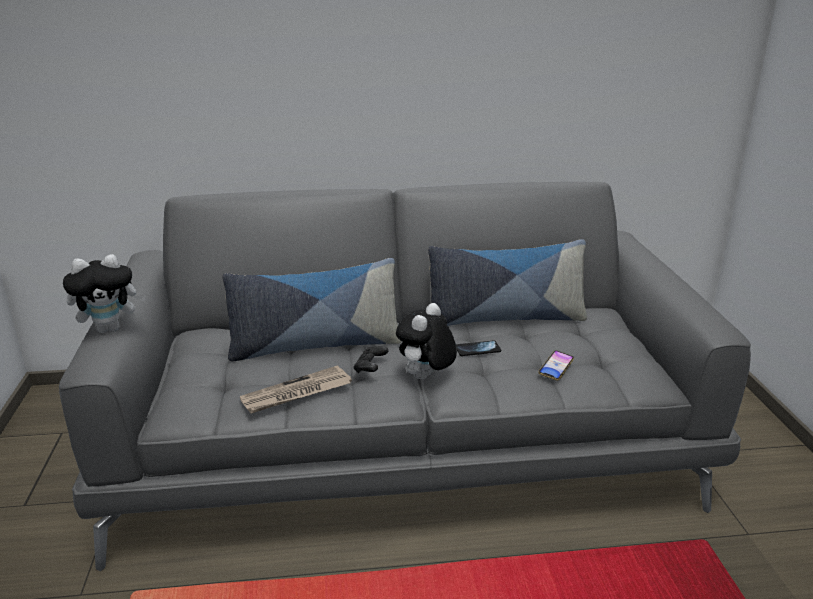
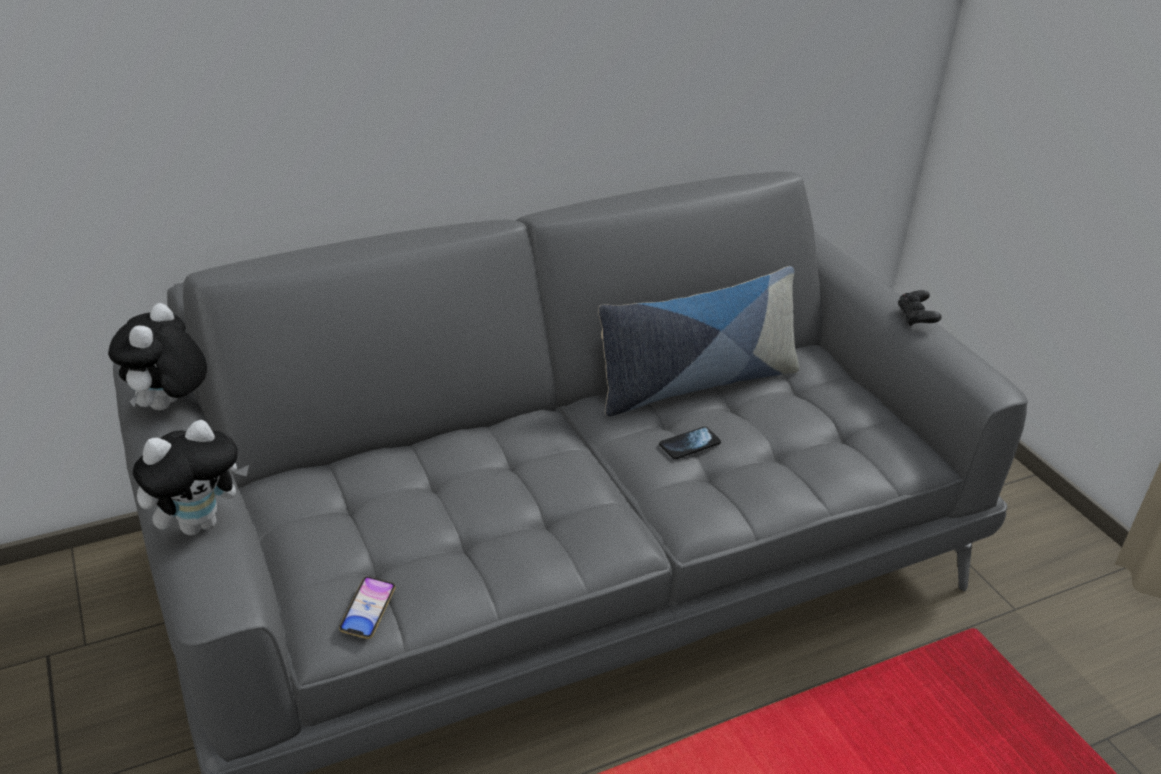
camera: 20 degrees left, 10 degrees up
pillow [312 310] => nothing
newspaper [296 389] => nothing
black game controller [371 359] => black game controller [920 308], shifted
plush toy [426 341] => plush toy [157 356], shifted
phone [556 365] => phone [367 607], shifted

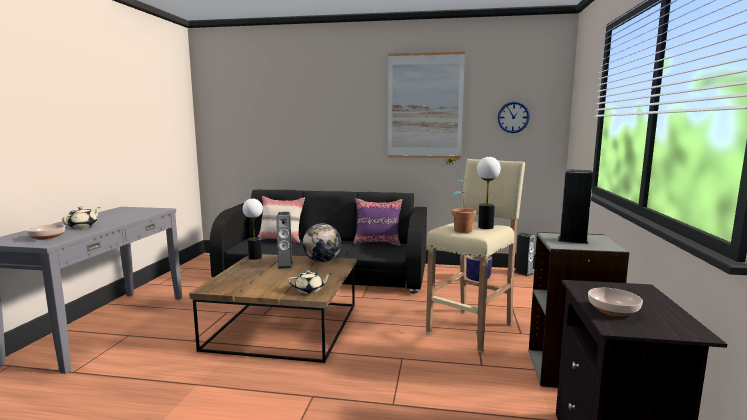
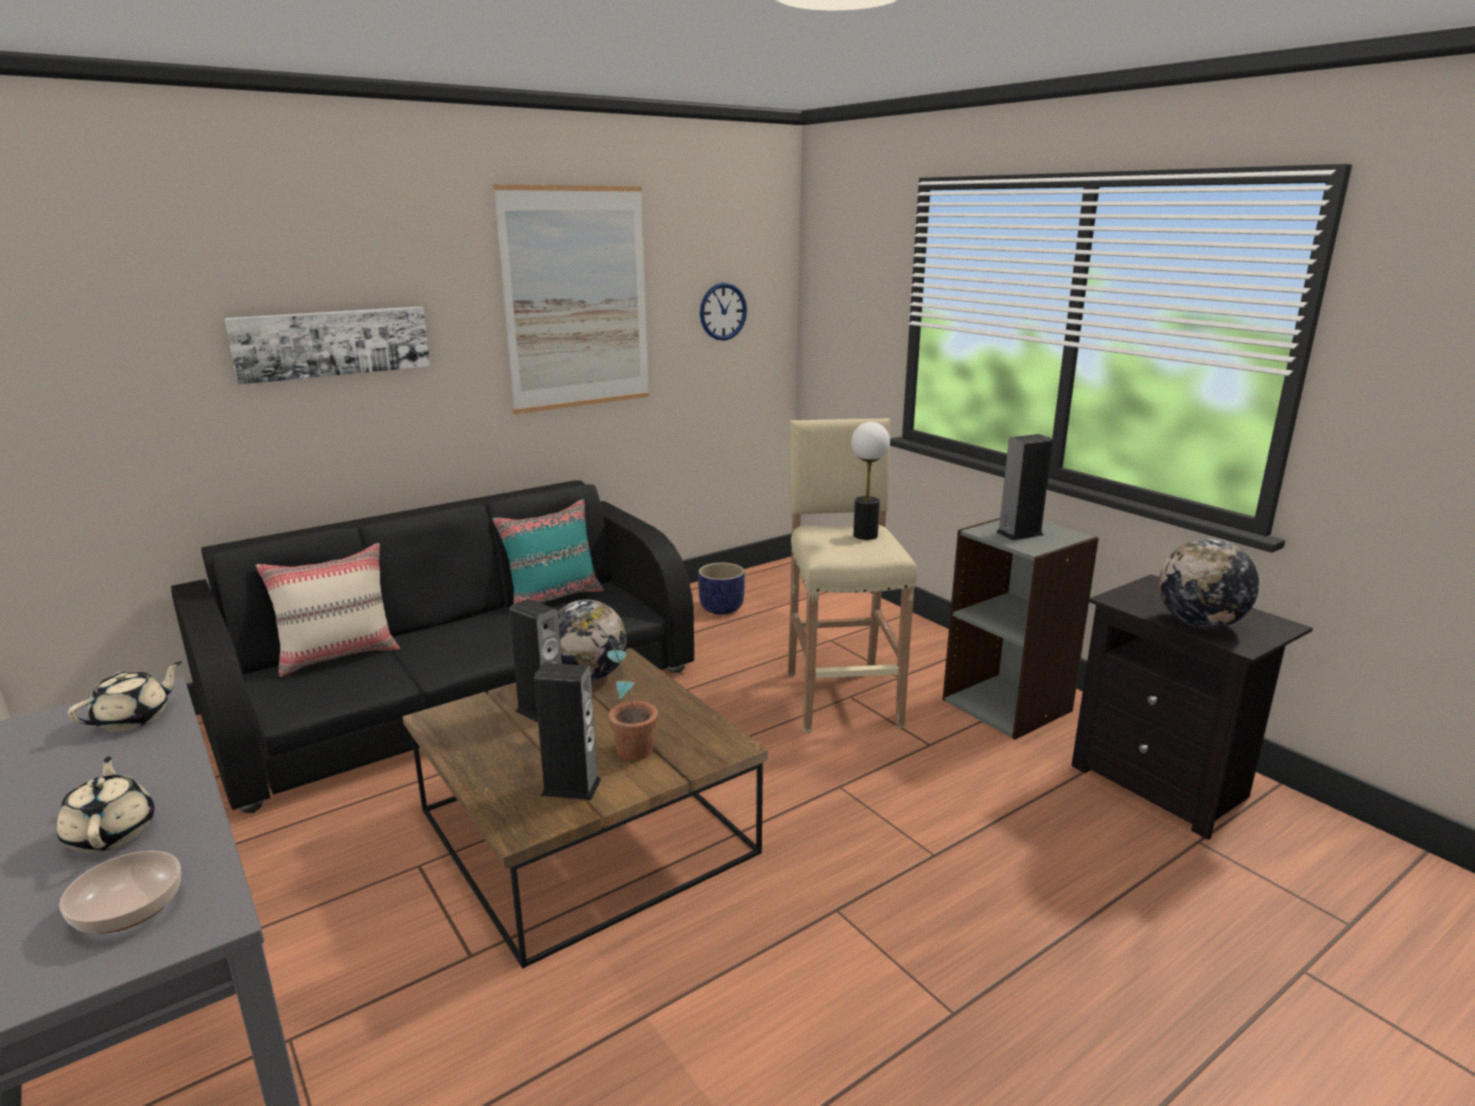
camera: 45 degrees left, 10 degrees up
table lamp [253 229] => nothing
nothing => picture [327 345]
beige teapot [310 282] => beige teapot [125 696], shifted
potted plant [460 194] => potted plant [616 684], shifted
speaker [524 254] => speaker [568 731], shifted
bowl [615 302] => globe [1209 584]
purple pillow [378 222] => turquoise pillow [548 551]

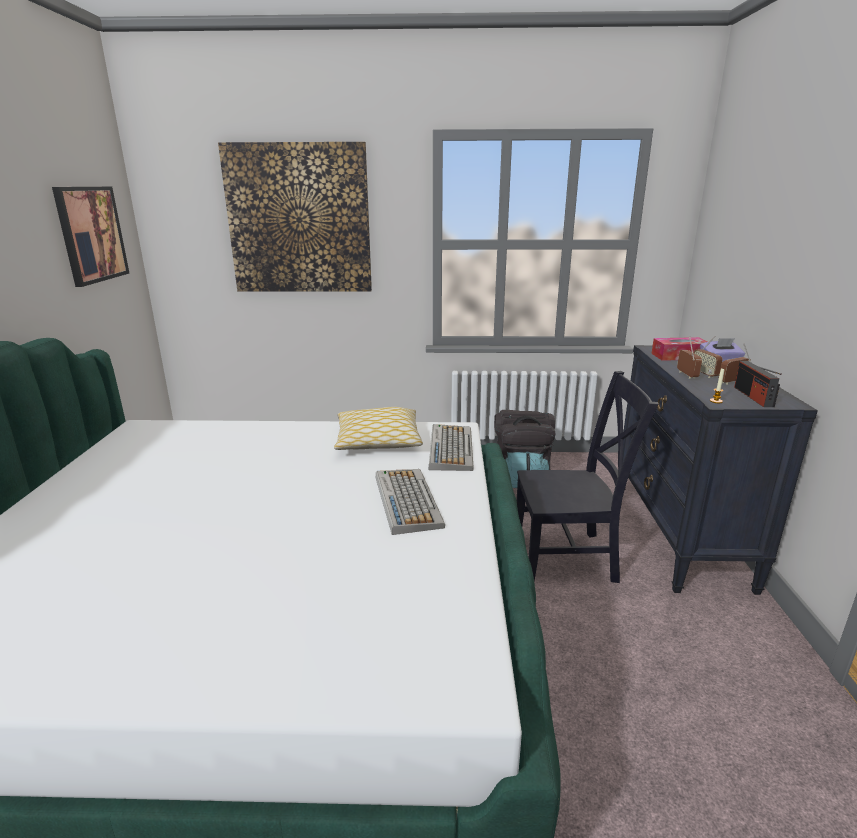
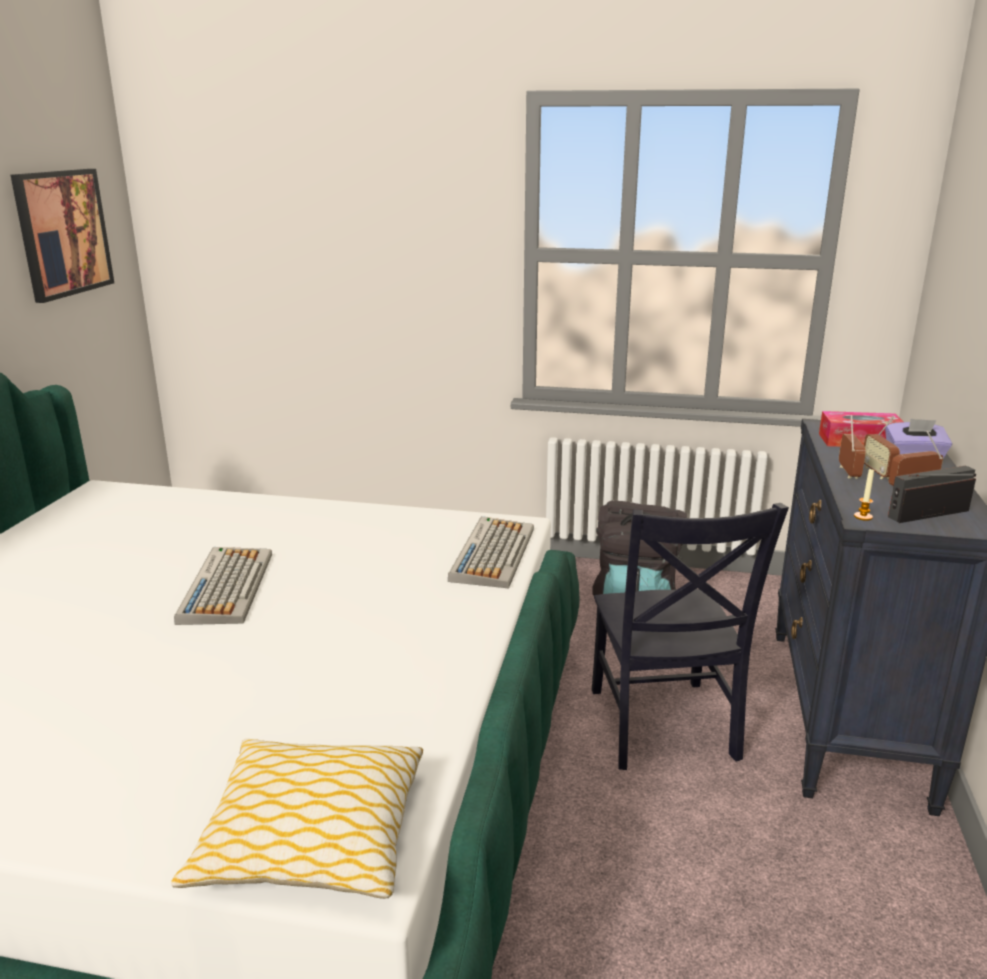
camera: 10 degrees right, 0 degrees up
picture [295 217] => nothing
pillow [378 428] => pillow [297 819], shifted
keyboard [410 502] => keyboard [223 586], shifted
black chair [587 477] => black chair [690 636], 75 degrees clockwise
radio [758 384] => radio [932 494], 60 degrees clockwise

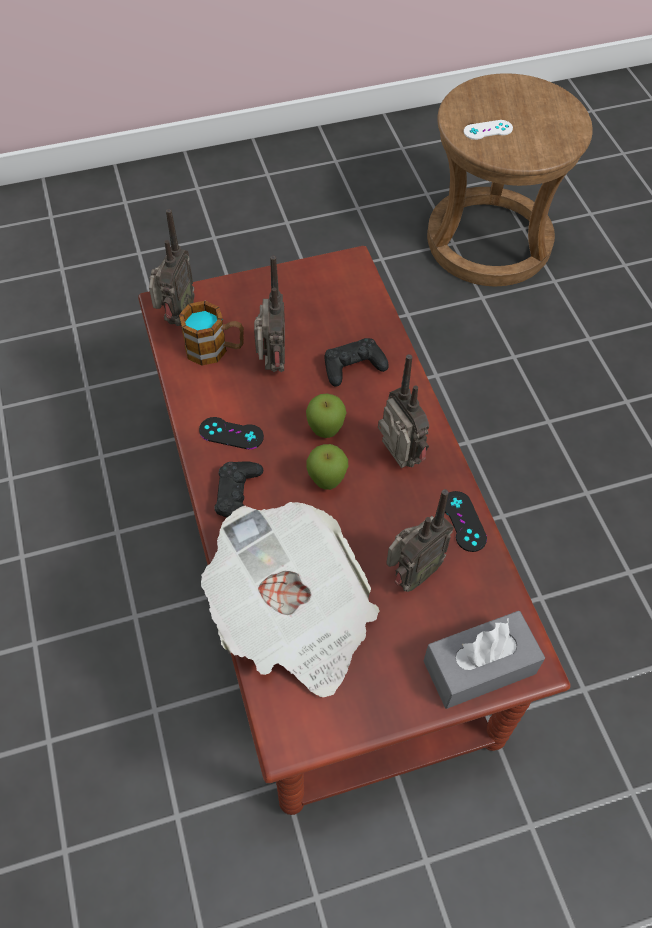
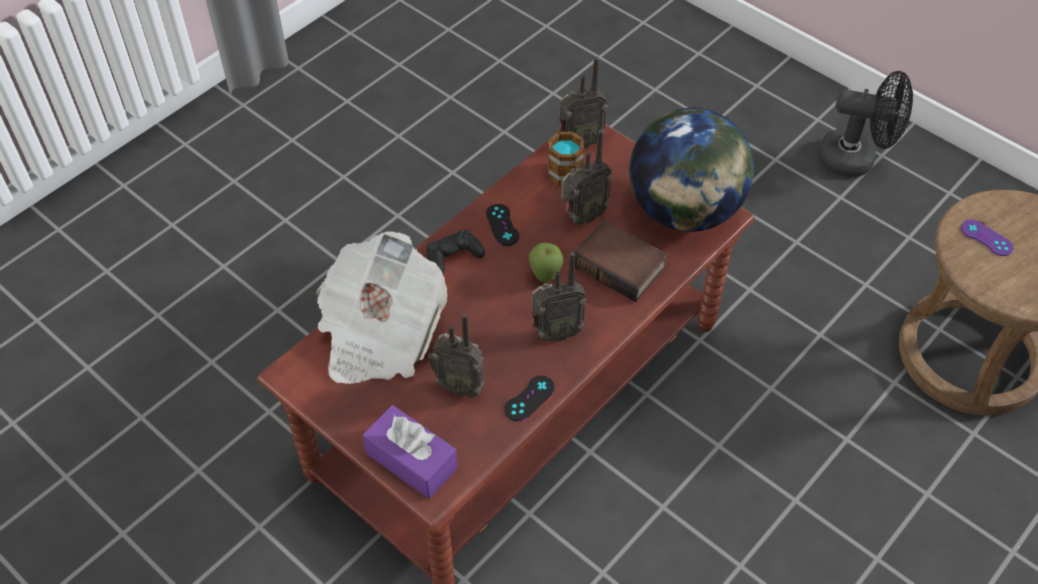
camera: 60 degrees right, 5 degrees down
apple [327 467] => nothing
nothing => globe [691 170]
nothing => black fan [865 124]
black game controller [356 362] => book [620 260]
grey tissue box [484 660] => purple tissue box [410 452]
white game controller [488 130] => purple game controller [987 238]
radio [403 411] => radio [558 297], 45 degrees clockwise

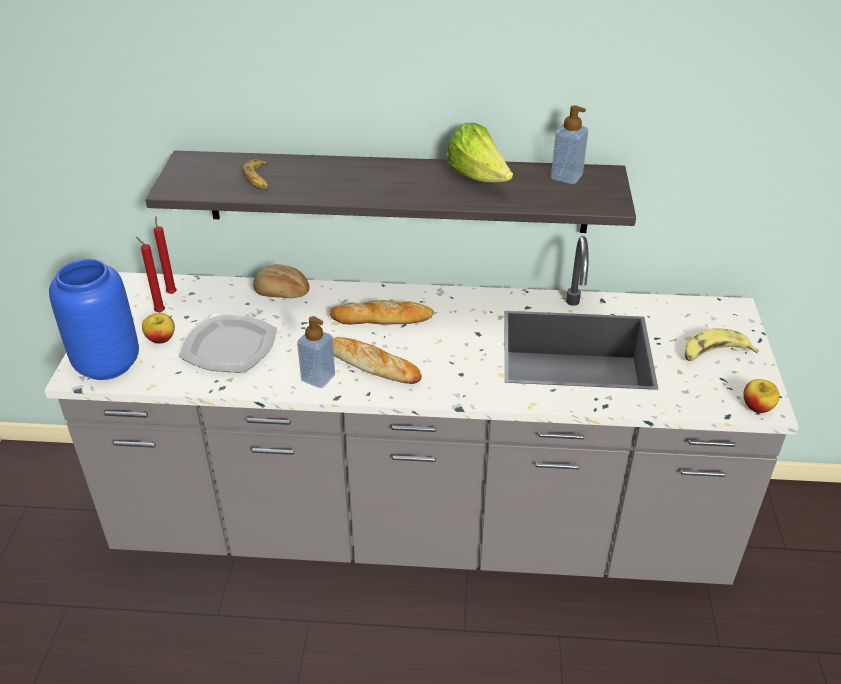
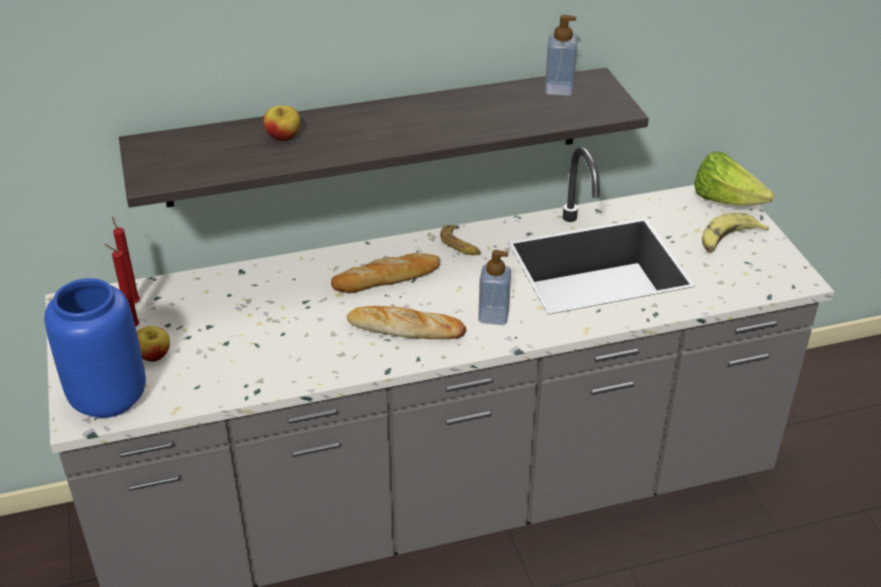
camera: 20 degrees left, 0 degrees up
plate [228 343] => nothing
bread [281 281] => nothing
banana [256 174] => banana [460 240], shifted
soap dispenser [316 352] => soap dispenser [494 287], shifted
lettuce [480 153] => lettuce [734 179], shifted
apple [761 396] => apple [281 123], shifted

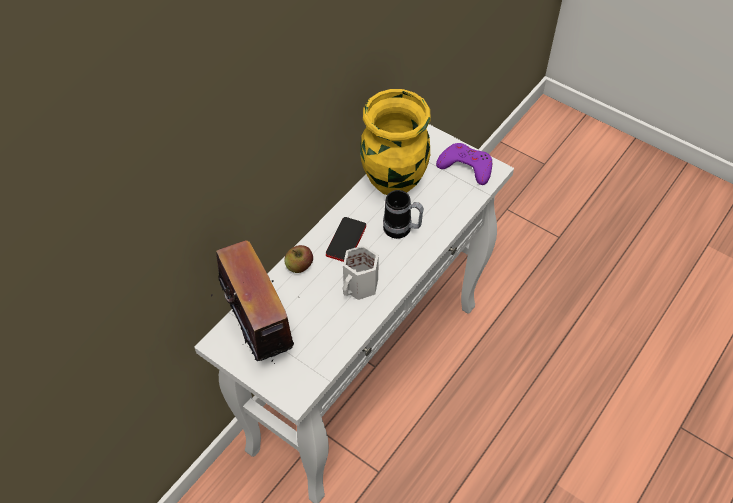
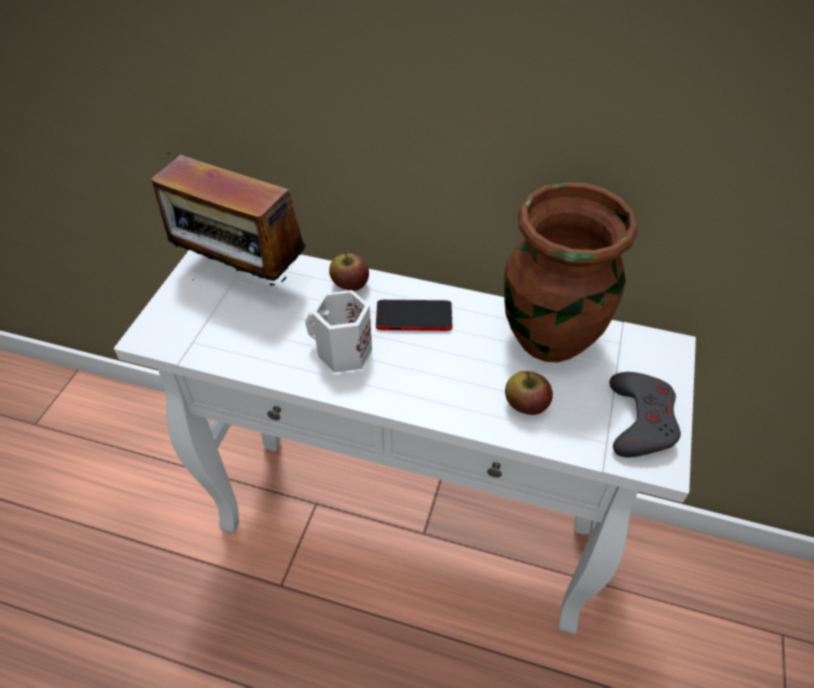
camera: 70 degrees right, 5 degrees down
mug [403 214] => nothing
nothing => apple [529 393]
yellow vase [395 142] => brown vase [571 272]
purple game controller [464 164] => grey game controller [645 415]
radio [252 302] => radio [228 220], 75 degrees clockwise

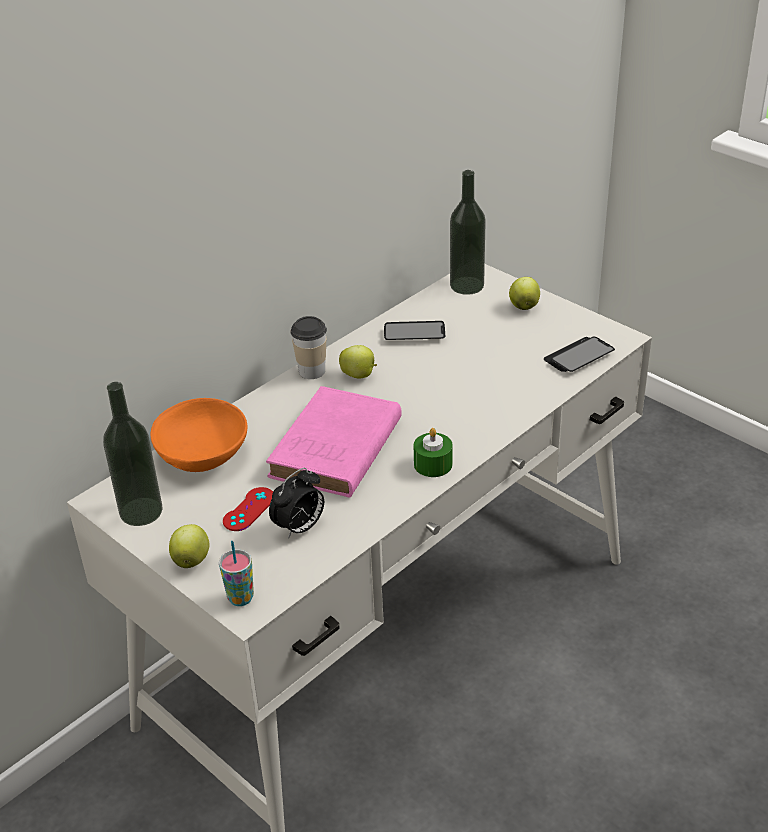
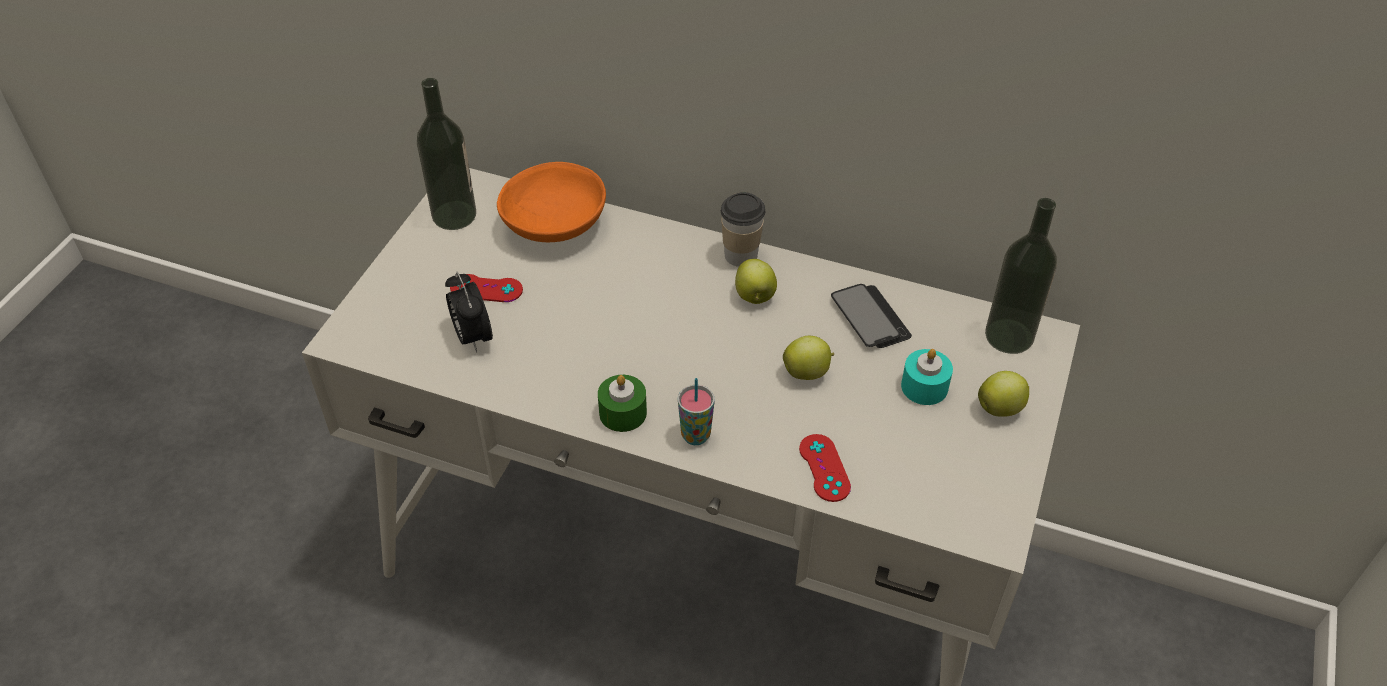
camera: 65 degrees right, 10 degrees up
pink book [334 442] => nothing
phone [579 354] => nothing
nothing => red game controller [825 468]
nothing => turquoise candle [927 377]
apple [189 546] => apple [808 358], shifted
cup [236 573] => cup [696 411], shifted
alarm clock [296 503] => alarm clock [469 312], 45 degrees clockwise

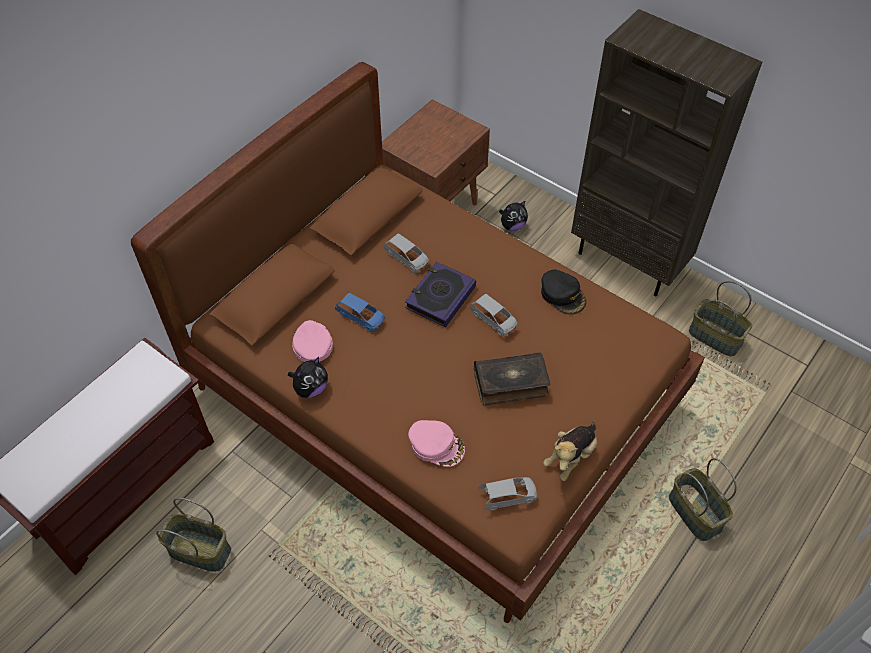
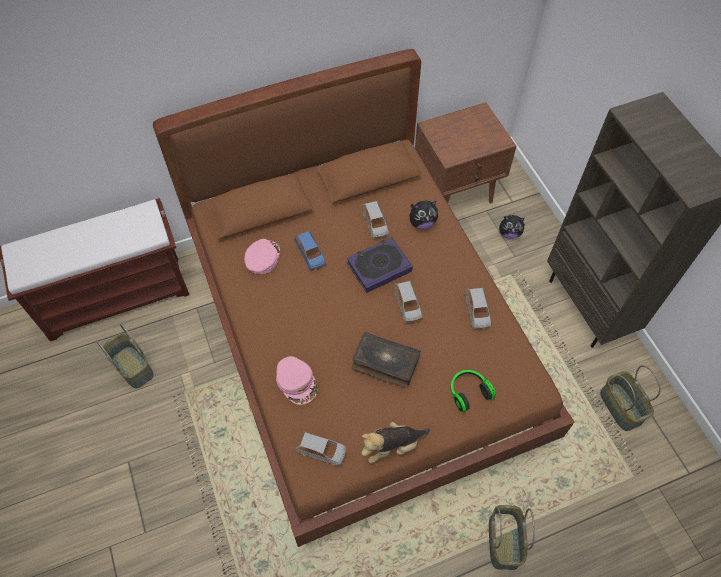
camera: 30 degrees right, 5 degrees up
nothing => headphones [473 391]
plush toy [308 377] => plush toy [424 215], shifted
black cap [563 292] => grey toy car [478 309]

